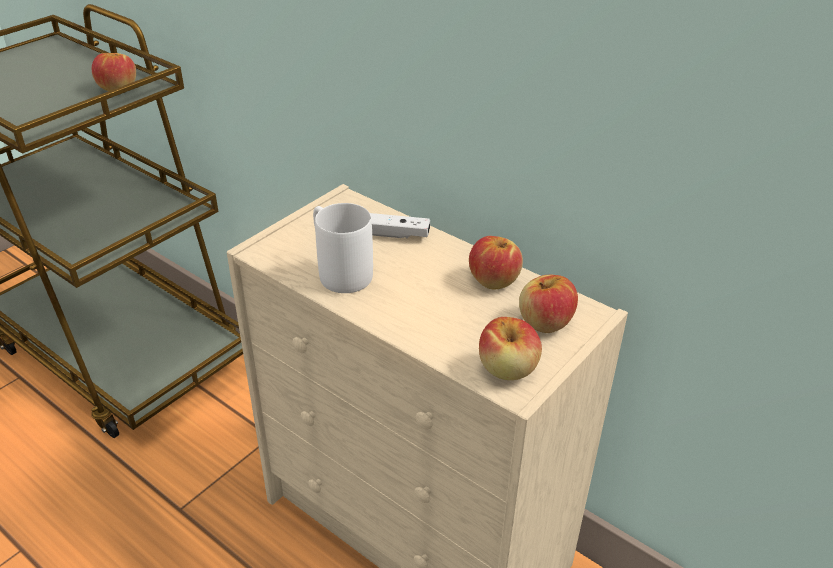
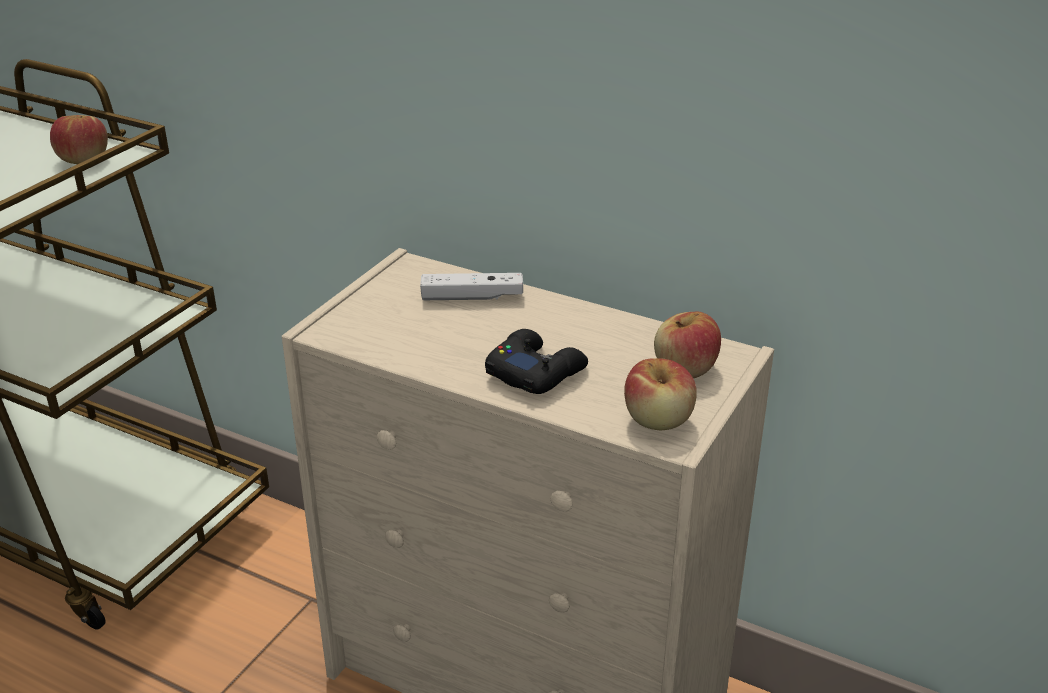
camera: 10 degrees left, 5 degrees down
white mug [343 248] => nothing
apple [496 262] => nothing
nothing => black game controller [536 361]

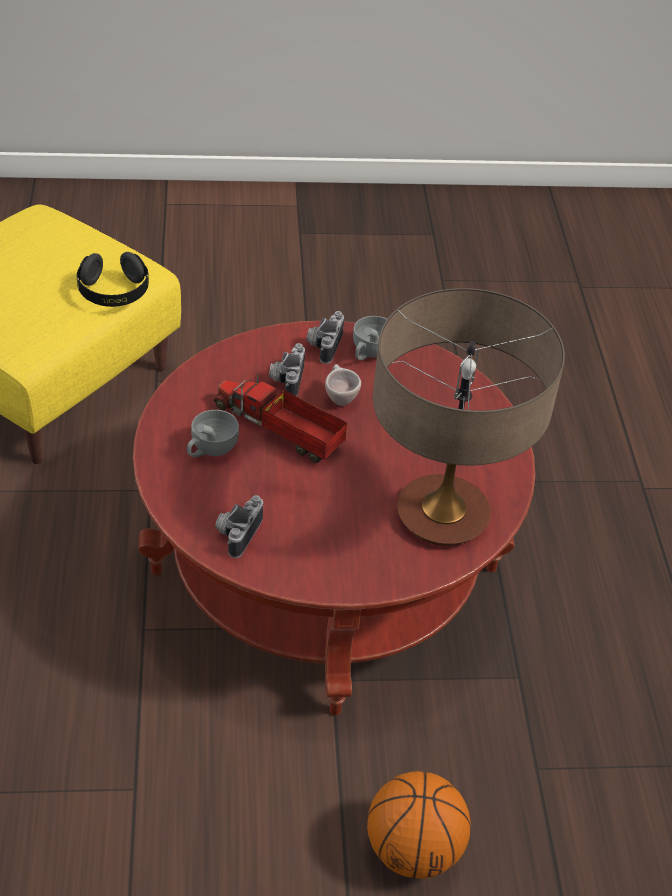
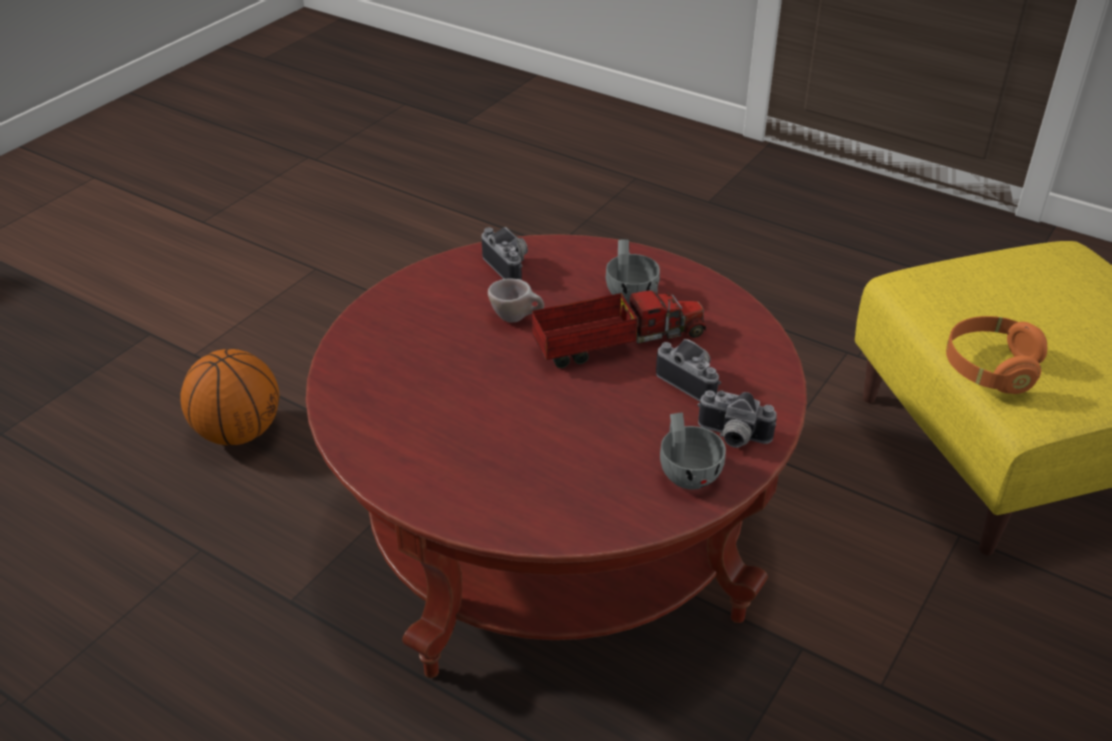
camera: 130 degrees right, 5 degrees down
table lamp [469 417] => nothing
beige cup [343 385] => beige cup [516 301], shifted
black headphones [113 279] => orange headphones [996 355]
photo camera [325 337] => photo camera [737 419], 150 degrees clockwise

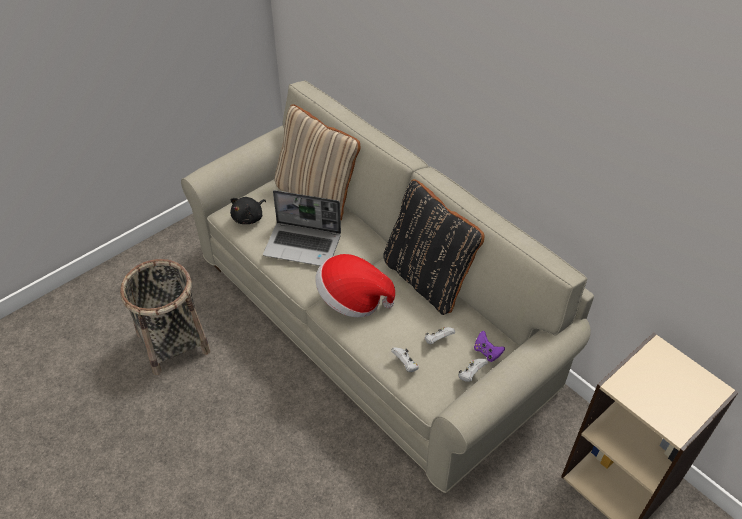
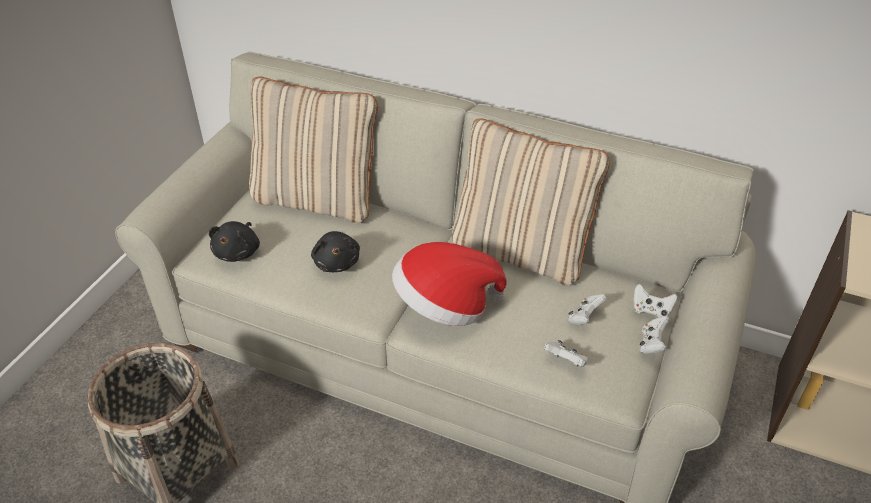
camera: 25 degrees left, 5 degrees down
laptop [302 228] => black plush toy [335 251]
black pillow [433 247] => beige pillow [531 202]
purple game controller [489 346] => white game controller [655 301]

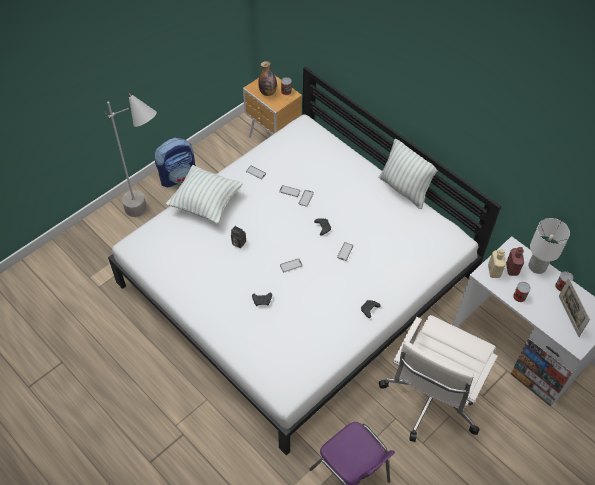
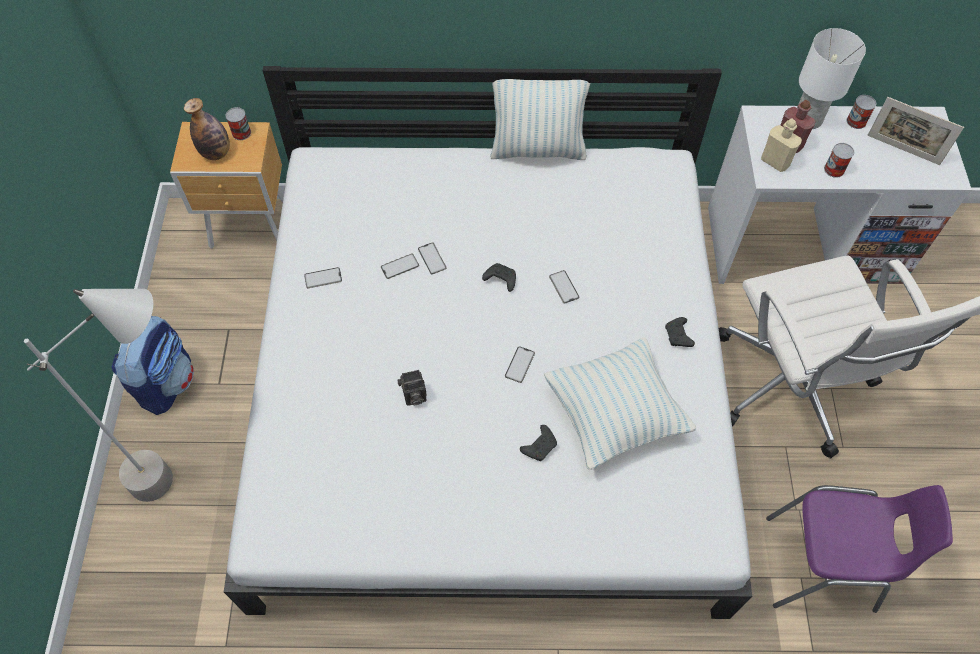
camera: 45 degrees left, 5 degrees up
pillow [204 194] => pillow [620 403], shifted

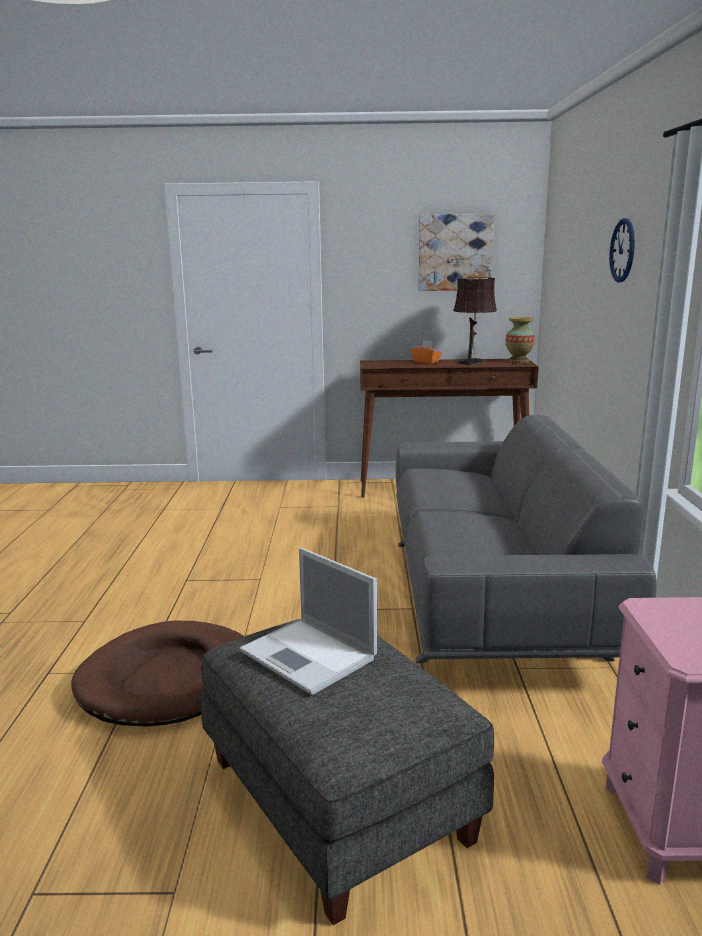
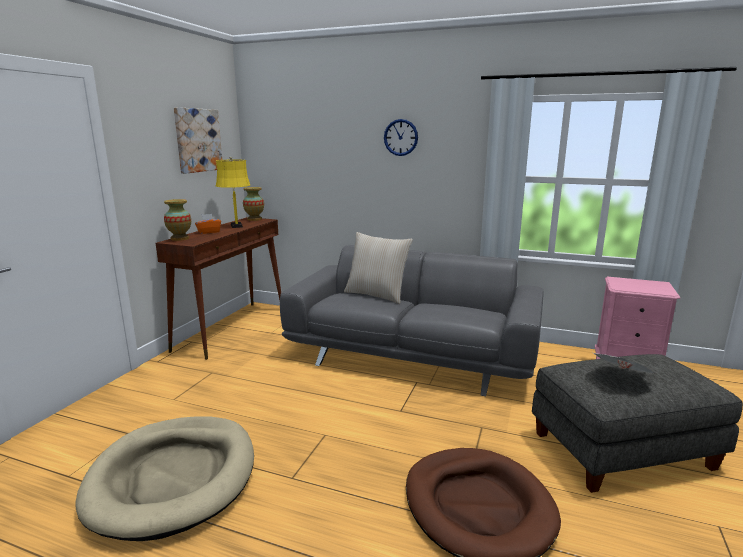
camera: 70 degrees left, 0 degrees up
nothing => beige dog bed [165 478]
nothing => vase [177 220]
nothing => beige pillow [378 268]
laptop [308 621] => newspaper [623 363]
brown table lamp [475 319] => yellow table lamp [233 192]

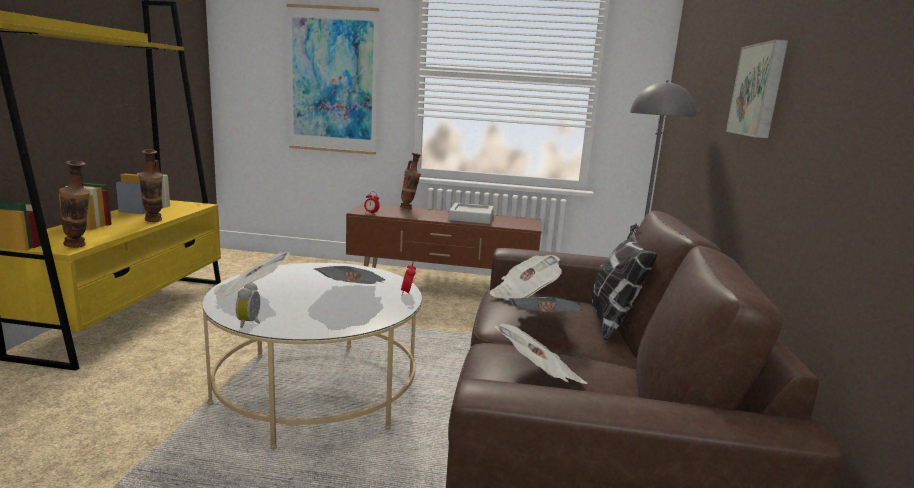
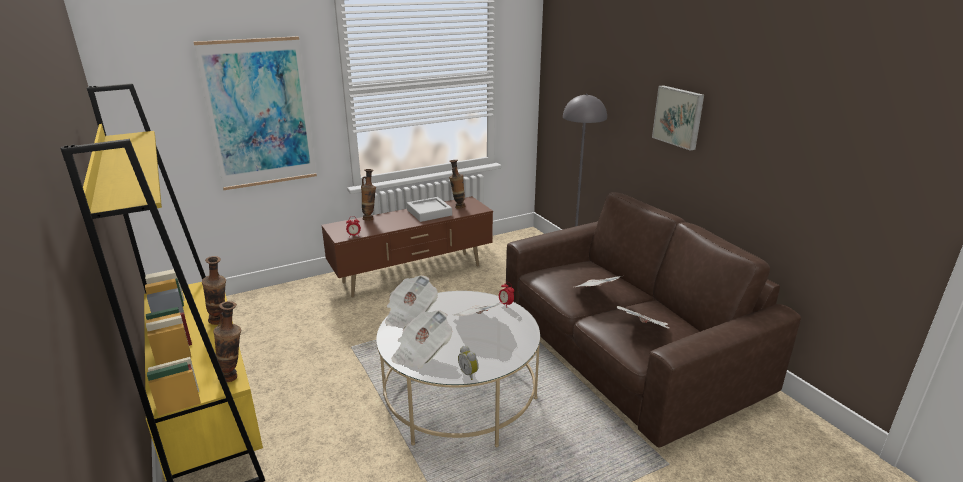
camera: 35 degrees left, 10 degrees up
pillow [624 282] => nothing
nothing => vase [457 184]
newspaper [526 278] => newspaper [411 301], shifted

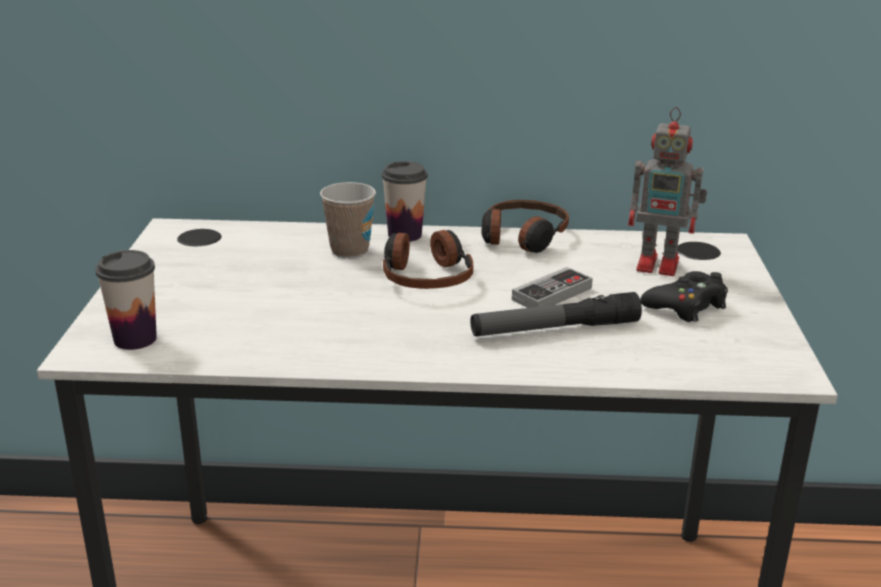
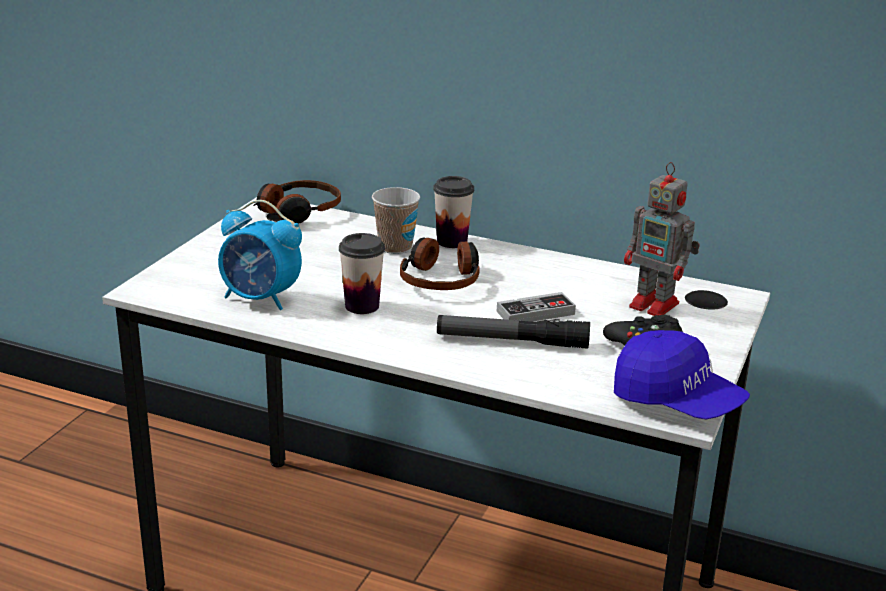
camera: 20 degrees right, 0 degrees up
nothing => alarm clock [260 255]
nothing => blue cap [682 375]
cup [126 300] => cup [362 273], shifted
headphones [525 226] => headphones [297 202], shifted

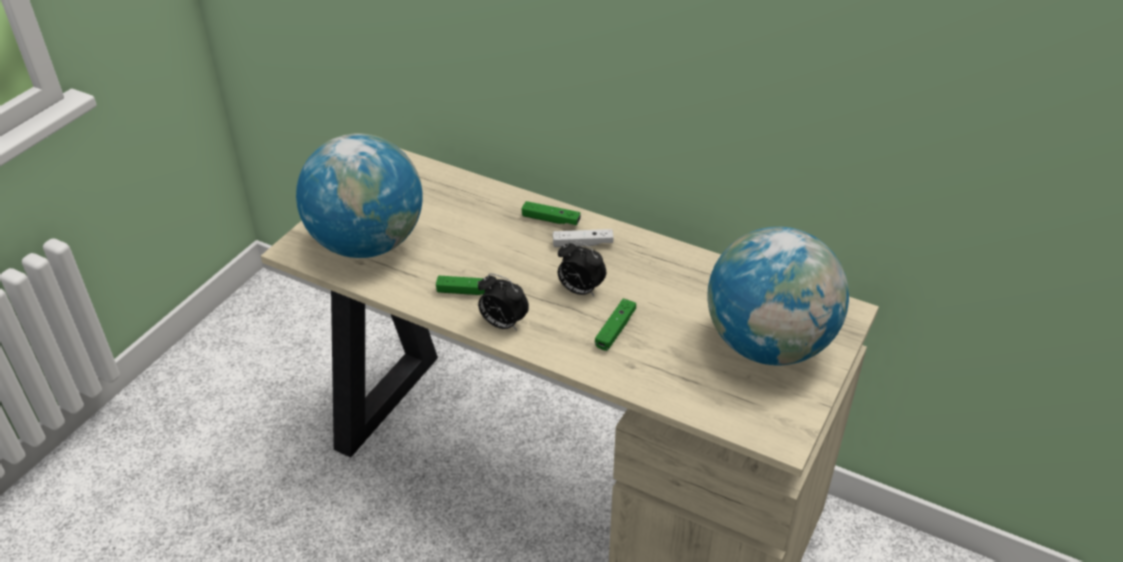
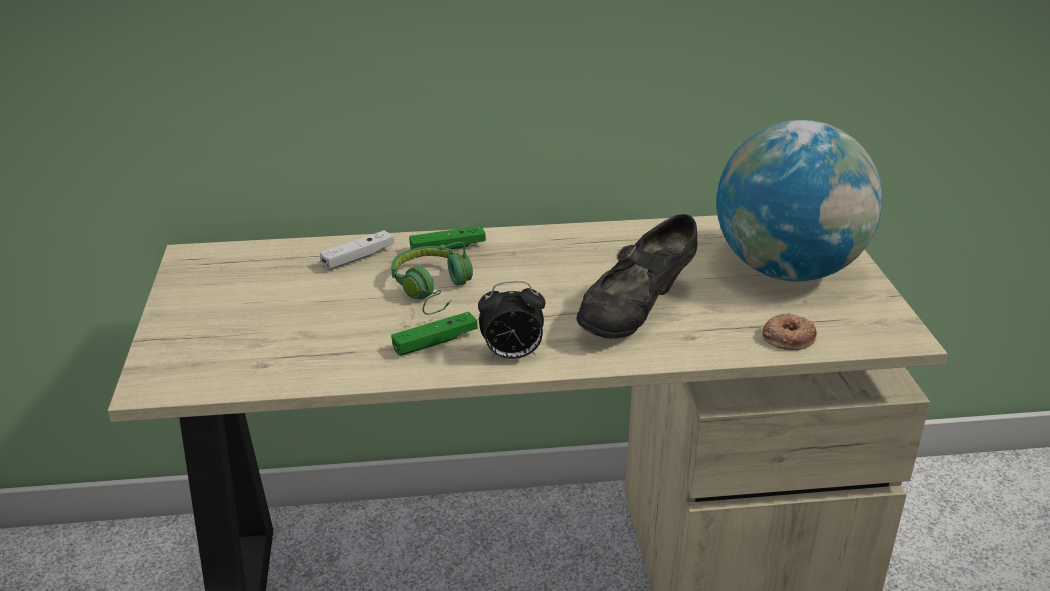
camera: 35 degrees left, 10 degrees down
globe [359 195] => nothing
alarm clock [582 268] => nothing
nothing => green headphones [432 278]
nothing => donut [789 331]
white game controller [583 238] => white game controller [357 250], shifted
green game controller [615 324] => black shoe [636 276]

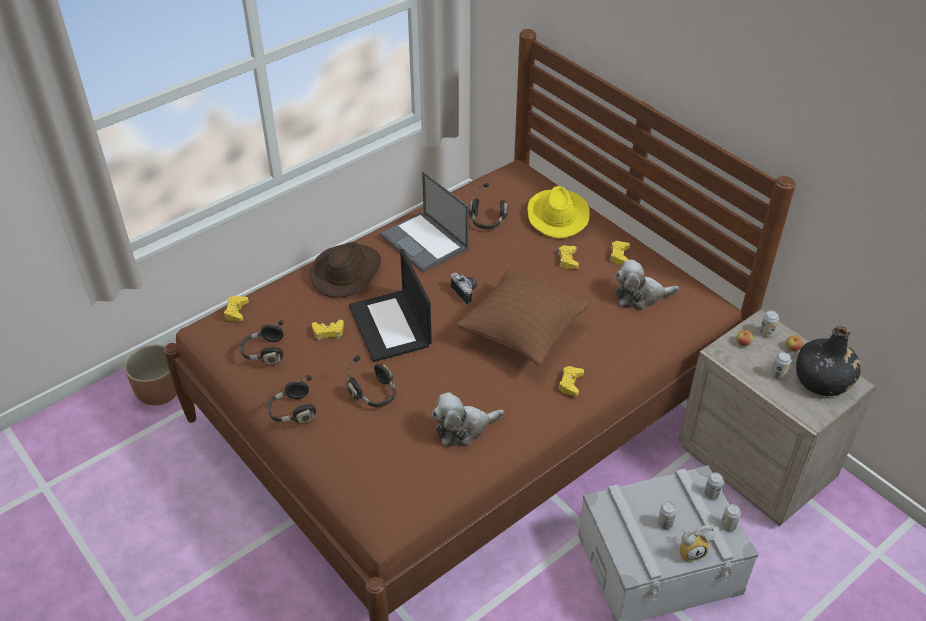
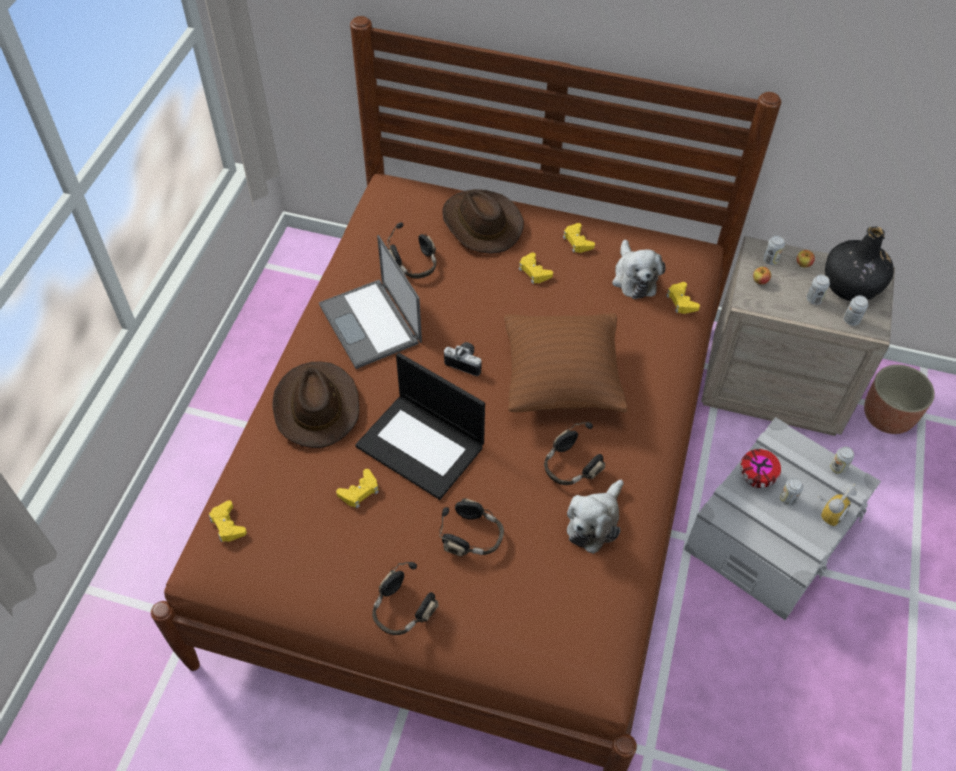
camera: 35 degrees left, 10 degrees up
nothing => bowl [760 468]
planter [150 375] => planter [899 399], shifted
black headphones [261 342] => black headphones [574 453], shifted
yellow game controller [571 381] => yellow game controller [683 298], shifted
can [714 486] => can [856 310], shifted
yellow hat [558 212] => brown hat [483 221]
laptop [424 221] => laptop [370 302], 45 degrees clockwise
plush toy [647 285] => plush toy [638 269], 60 degrees counterclockwise

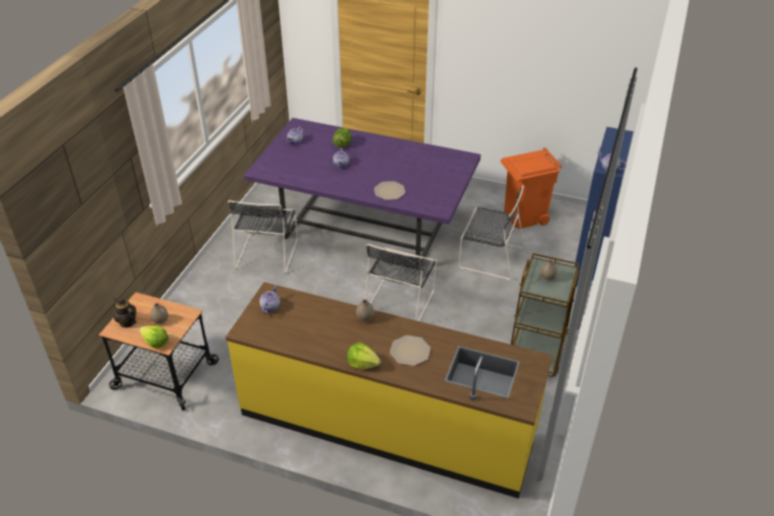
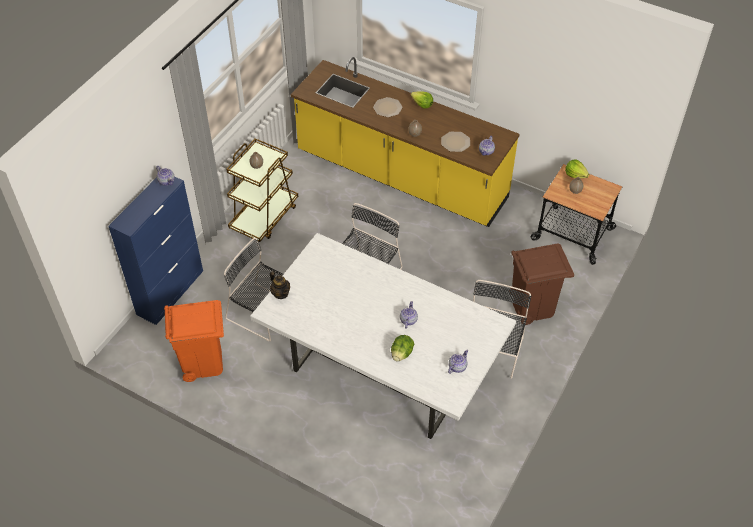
camera: 170 degrees left, 10 degrees up
nothing => brown trash can [542 284]
teapot [124 312] => teapot [280 285], shifted
plate [390 190] => plate [456 142], shifted
purple dining table [362 192] => white dining table [383 336]

